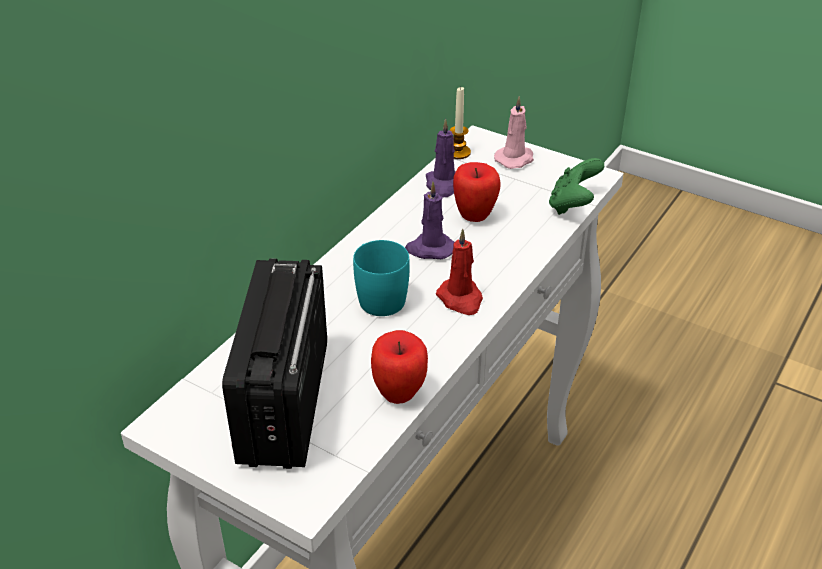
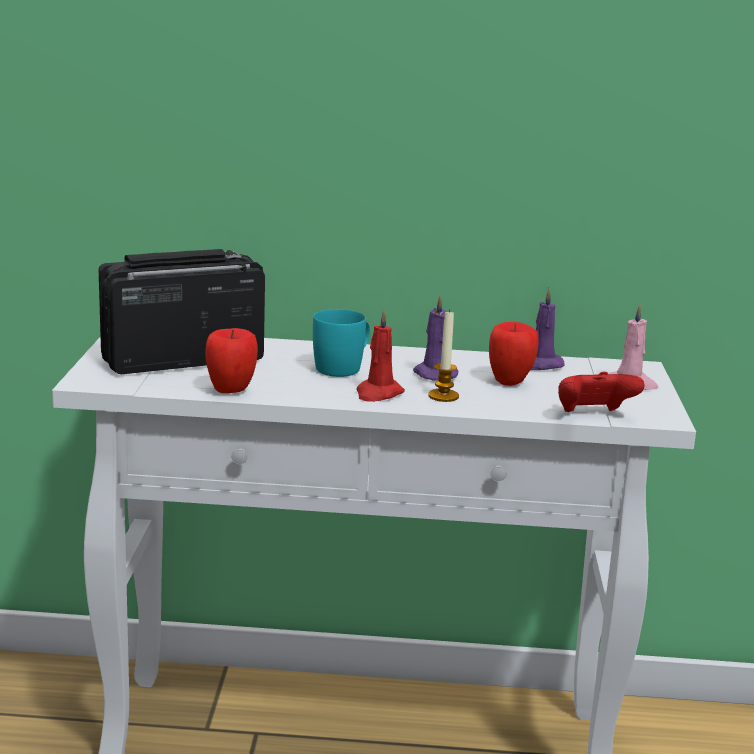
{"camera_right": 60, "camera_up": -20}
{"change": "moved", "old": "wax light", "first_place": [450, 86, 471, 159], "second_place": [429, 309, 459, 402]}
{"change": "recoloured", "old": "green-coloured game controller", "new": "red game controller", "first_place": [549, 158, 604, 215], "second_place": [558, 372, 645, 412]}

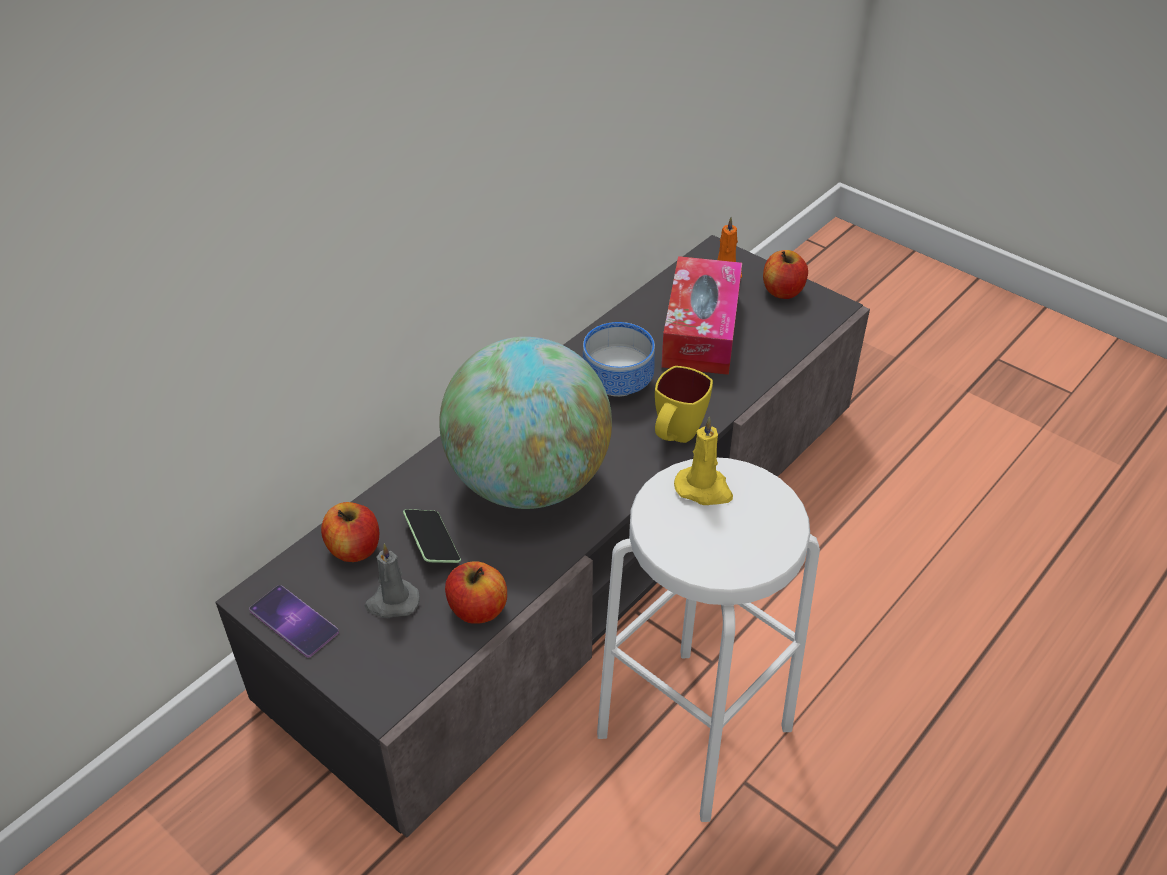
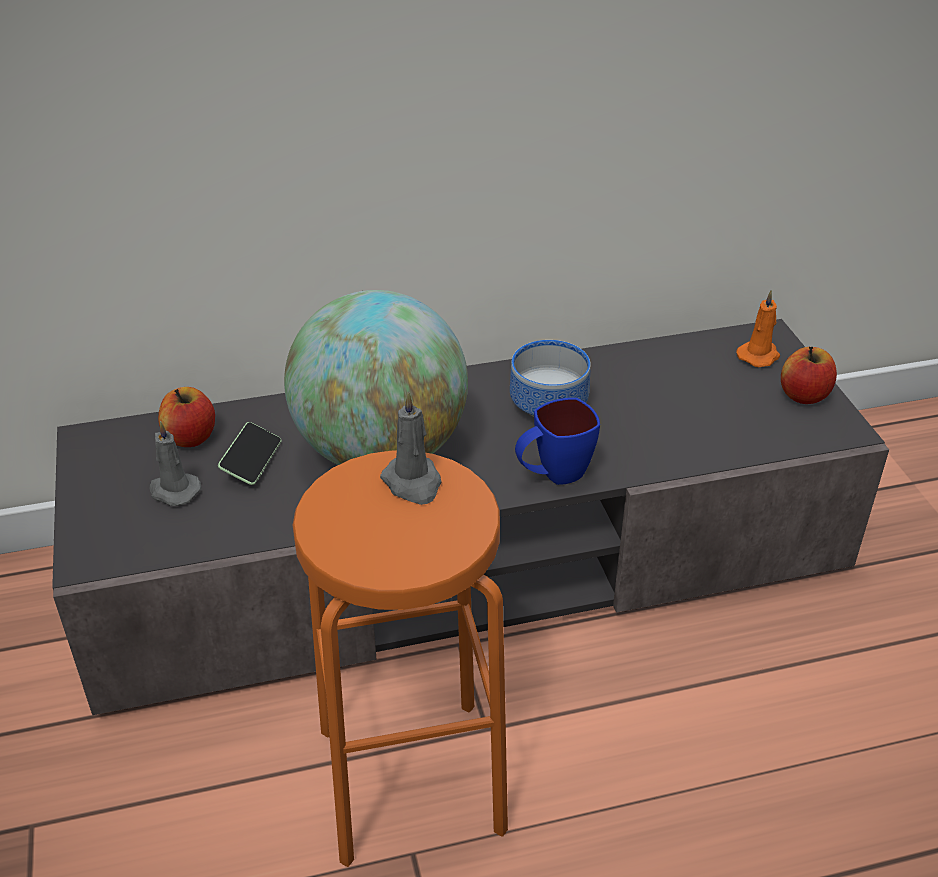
{"camera_right": 35, "camera_up": -5}
{"change": "removed", "old": "handset", "first_place": [249, 585, 339, 658]}
{"change": "removed", "old": "whole apple", "first_place": [445, 561, 507, 624]}
{"change": "recoloured", "old": "whitish sitting stool", "new": "orange sitting stool", "first_place": [597, 458, 820, 822], "second_place": [293, 451, 508, 867]}
{"change": "recoloured", "old": "yellow-coloured tea mug", "new": "blue tea mug", "first_place": [655, 366, 713, 443], "second_place": [515, 398, 600, 485]}
{"change": "removed", "old": "tissue holder", "first_place": [661, 256, 742, 375]}
{"change": "recoloured", "old": "yellow-coloured wax light", "new": "grey wax light", "first_place": [674, 417, 733, 505], "second_place": [380, 391, 441, 505]}

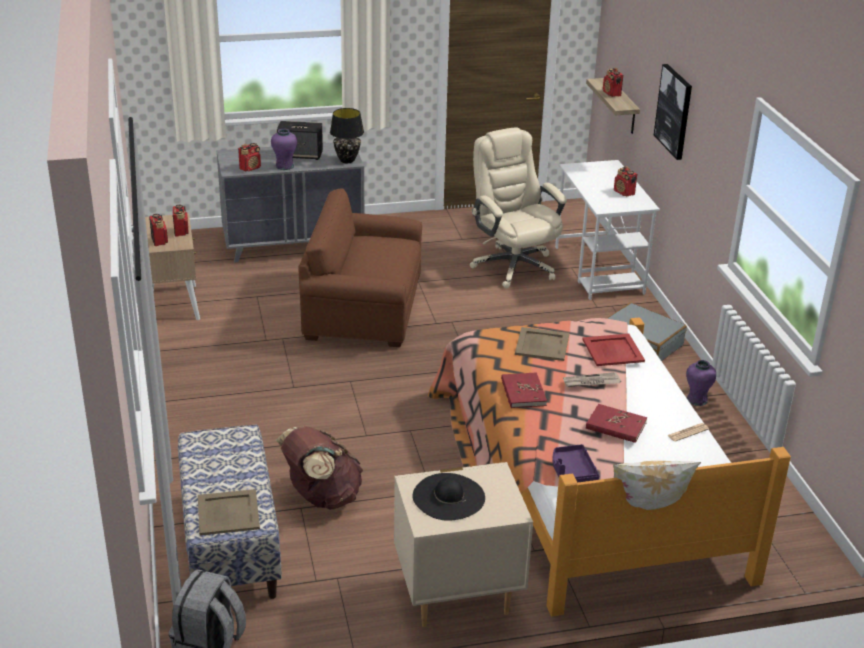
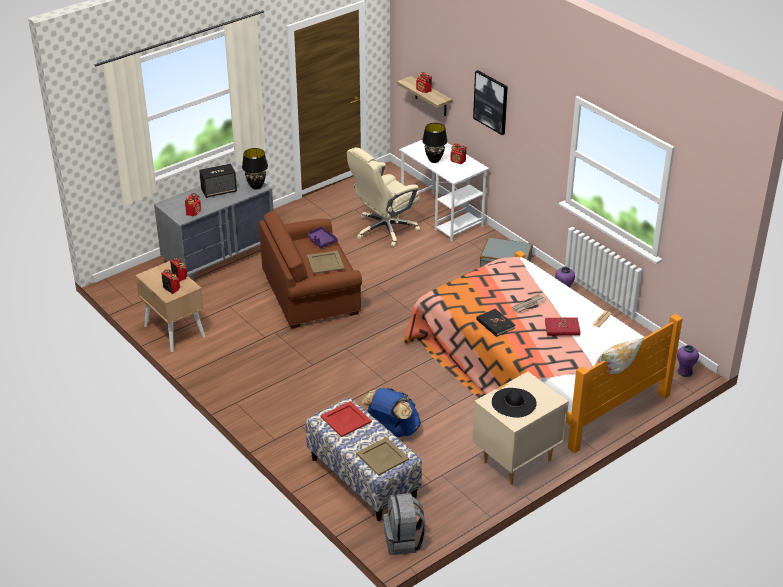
{"camera_right": -25, "camera_up": 5}
{"change": "moved", "old": "purple vase", "first_place": [271, 129, 297, 170], "second_place": [677, 345, 699, 377]}
{"change": "recoloured", "old": "brownish knapsack", "new": "blue knapsack", "first_place": [276, 426, 363, 510], "second_place": [362, 388, 421, 437]}
{"change": "turned", "old": "beige computer chair", "first_place": [470, 128, 567, 289], "second_place": [347, 147, 420, 247], "degrees": -75}
{"change": "recoloured", "old": "red bound book", "new": "black bound book", "first_place": [501, 372, 547, 408], "second_place": [476, 309, 515, 337]}
{"change": "moved", "old": "beige carrying tray", "first_place": [515, 327, 569, 361], "second_place": [307, 250, 345, 274]}
{"change": "moved", "old": "purple carrying tray", "first_place": [552, 444, 600, 482], "second_place": [308, 226, 338, 248]}
{"change": "moved", "old": "red carrying tray", "first_place": [582, 334, 645, 366], "second_place": [320, 401, 372, 437]}
{"change": "added", "new": "black tabletop lamp", "second_place": [422, 123, 447, 163]}

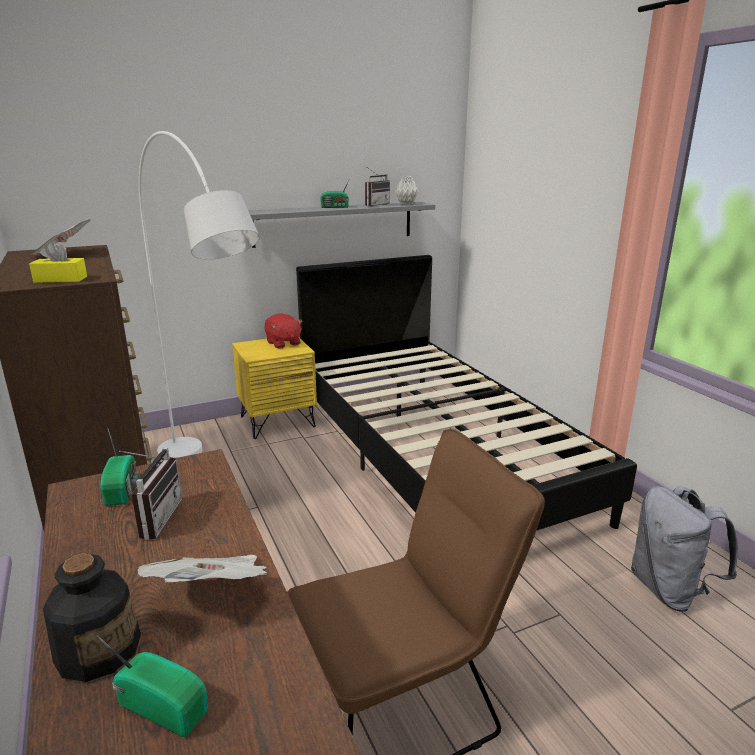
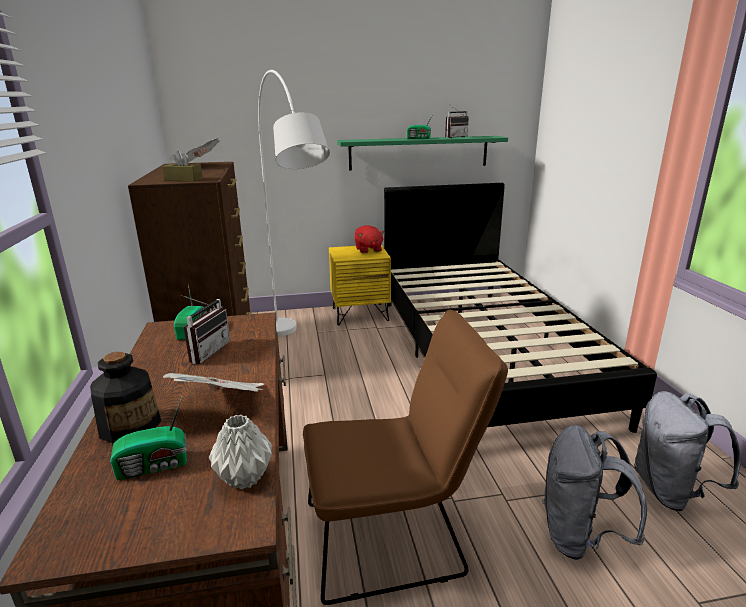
{"camera_right": 15, "camera_up": 0}
{"change": "recoloured", "old": "yellow-coloured tissue holder", "new": "brownish tissue holder", "first_place": [29, 242, 87, 283], "second_place": [162, 151, 203, 181]}
{"change": "turned", "old": "radio receiver", "first_place": [96, 635, 208, 737], "second_place": [110, 395, 187, 480], "degrees": 120}
{"change": "recoloured", "old": "grey bracket shelf", "new": "green-coloured bracket shelf", "first_place": [248, 202, 435, 248], "second_place": [337, 136, 508, 171]}
{"change": "moved", "old": "grey vase", "first_place": [395, 176, 418, 205], "second_place": [209, 415, 272, 490]}
{"change": "added", "new": "grey knapsack", "second_place": [542, 425, 647, 560]}

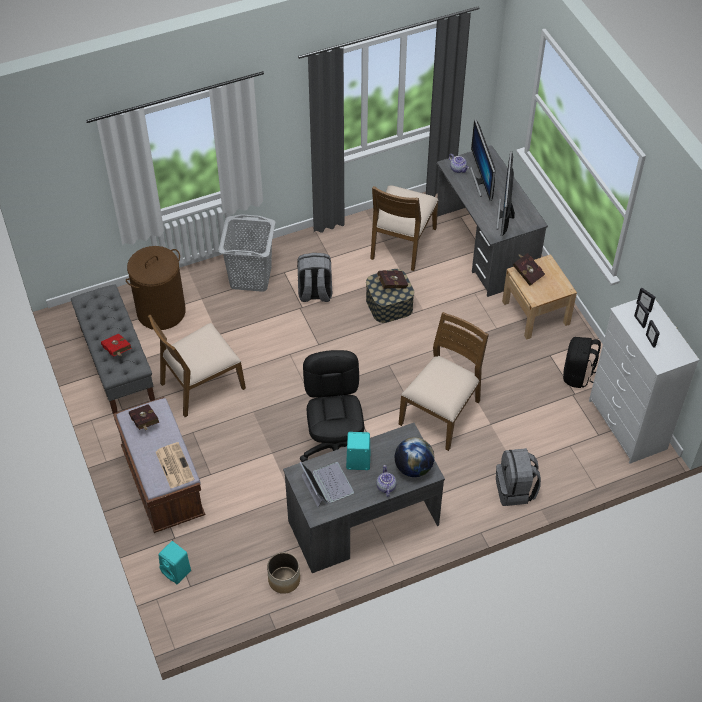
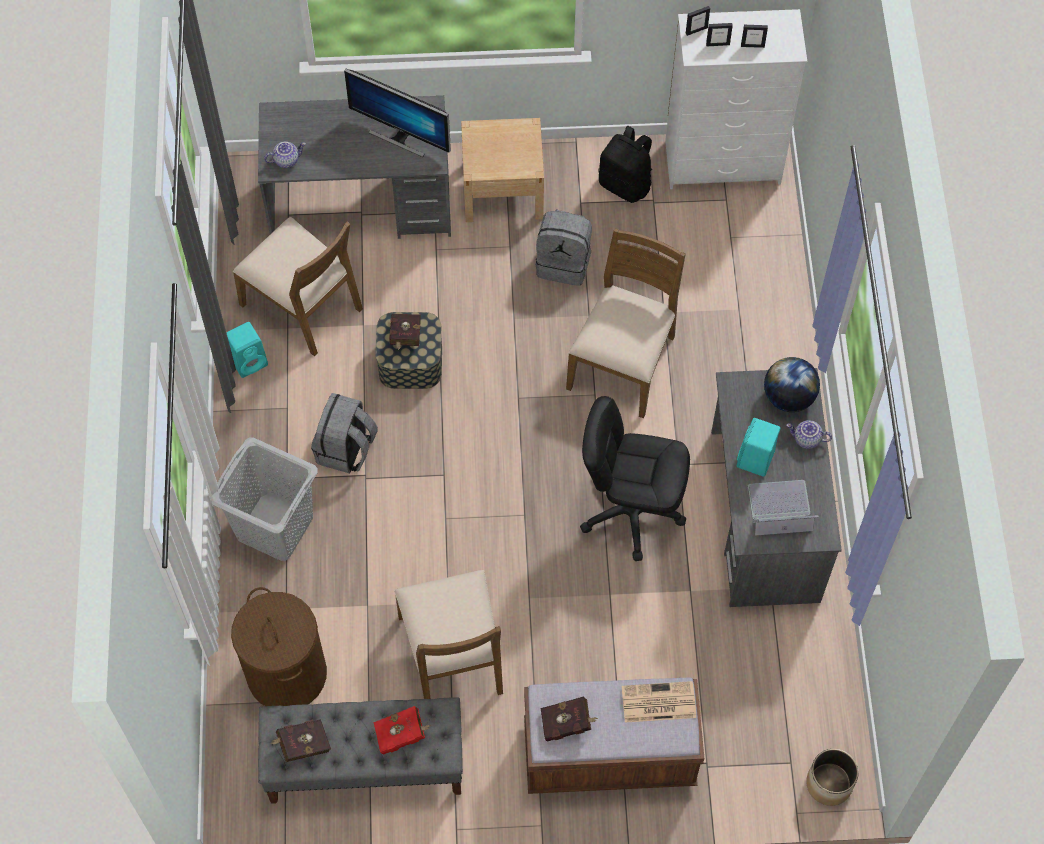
{"camera_right": -70, "camera_up": 10}
{"change": "moved", "old": "turquoise-coloured audio speaker", "first_place": [158, 541, 191, 584], "second_place": [226, 322, 268, 378]}
{"change": "moved", "old": "plant pot", "first_place": [267, 552, 300, 594], "second_place": [806, 749, 858, 806]}
{"change": "turned", "old": "brownish plain chair", "first_place": [399, 312, 489, 451], "second_place": [566, 228, 686, 418], "degrees": 60}
{"change": "removed", "old": "computer screen", "first_place": [470, 119, 495, 201]}
{"change": "moved", "old": "grey knapsack", "first_place": [496, 448, 541, 506], "second_place": [536, 210, 592, 286]}
{"change": "moved", "old": "red bound book", "first_place": [513, 253, 545, 286], "second_place": [271, 719, 331, 762]}

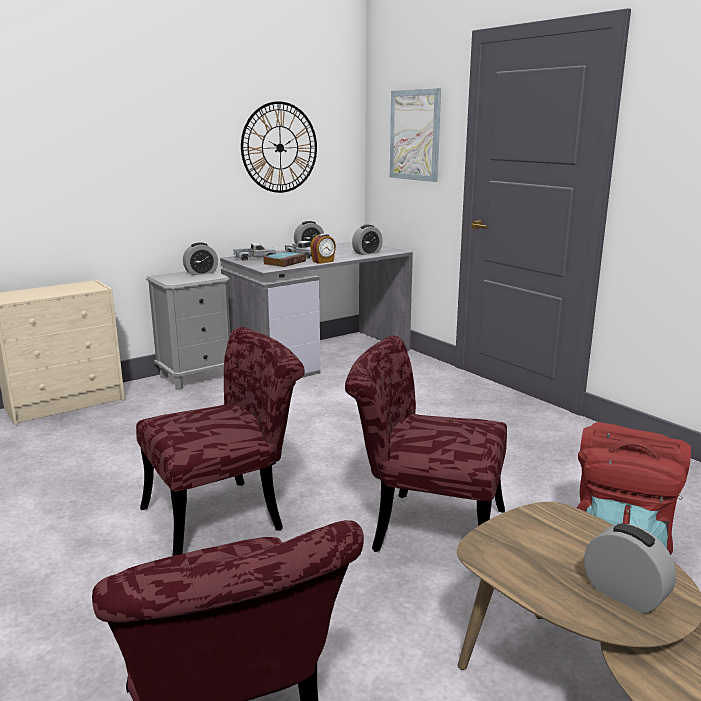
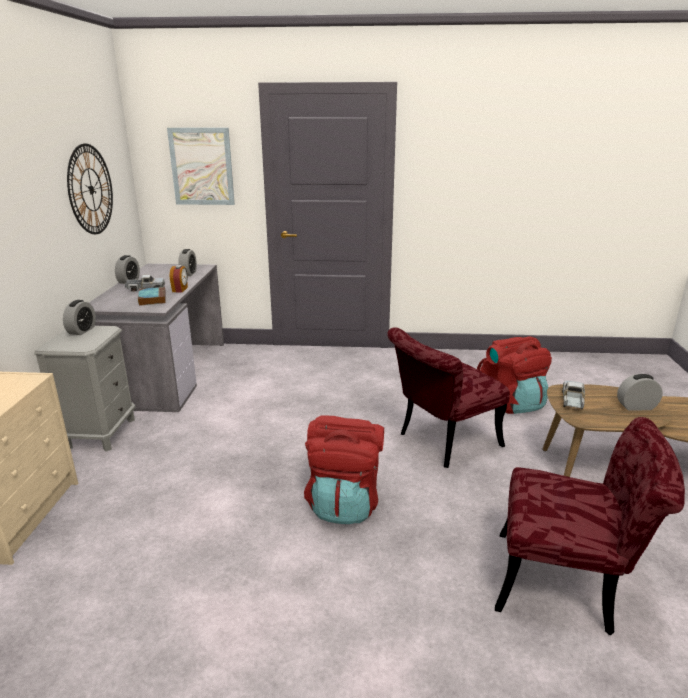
{"camera_right": -50, "camera_up": 5}
{"change": "replaced", "old": "red plain chair", "new": "red knapsack", "first_place": [136, 327, 305, 556], "second_place": [304, 415, 384, 524]}
{"change": "moved", "old": "toy lorry", "first_place": [234, 243, 276, 261], "second_place": [562, 381, 585, 409]}

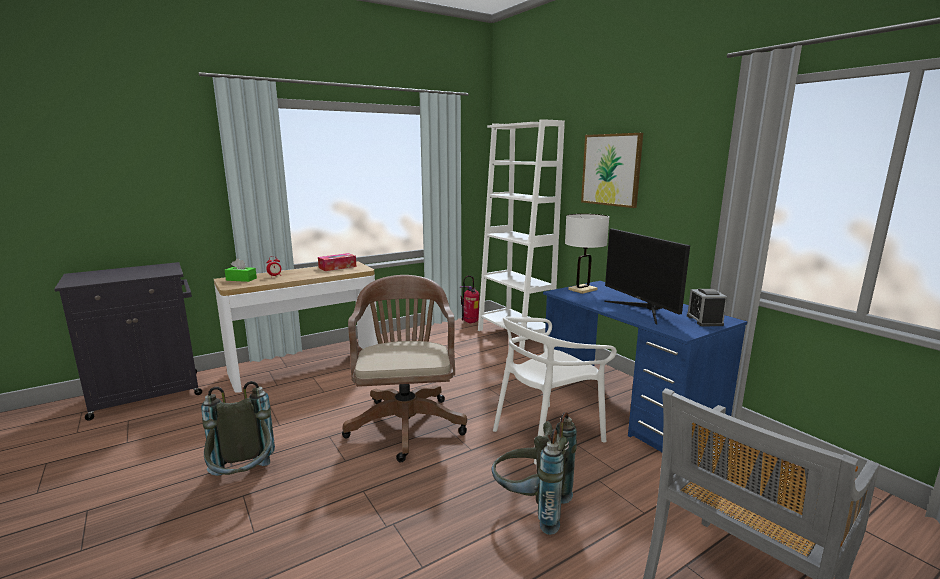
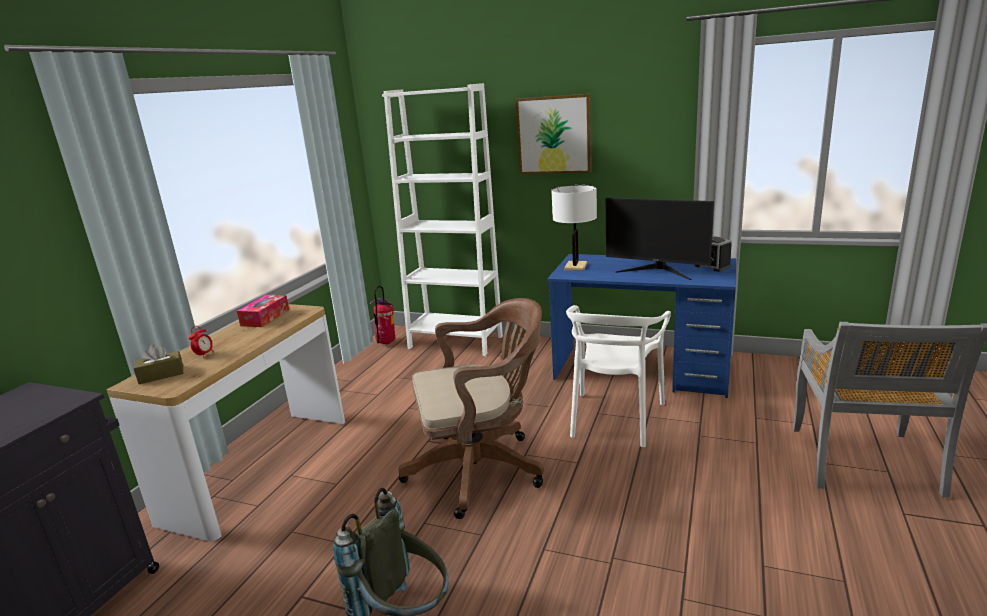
{"camera_right": -35, "camera_up": 5}
{"change": "recoloured", "old": "green-coloured tissue holder", "new": "brownish tissue holder", "first_place": [225, 259, 257, 282], "second_place": [134, 344, 183, 384]}
{"change": "turned", "old": "brownish computer chair", "first_place": [342, 275, 467, 462], "second_place": [398, 298, 544, 519], "degrees": 120}
{"change": "removed", "old": "grey knapsack", "first_place": [491, 412, 577, 535]}

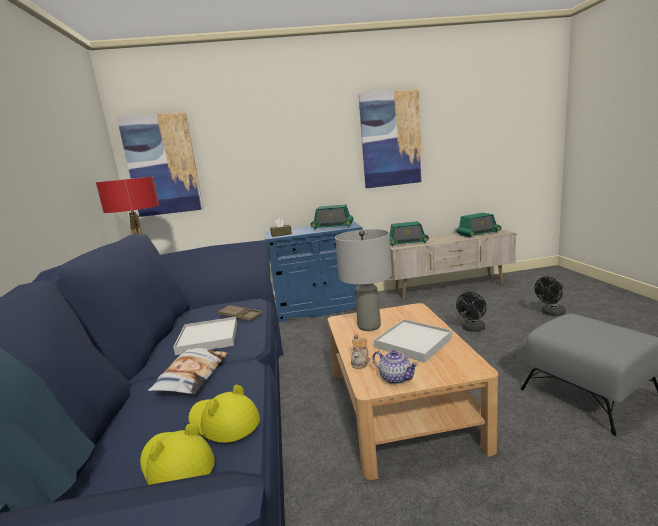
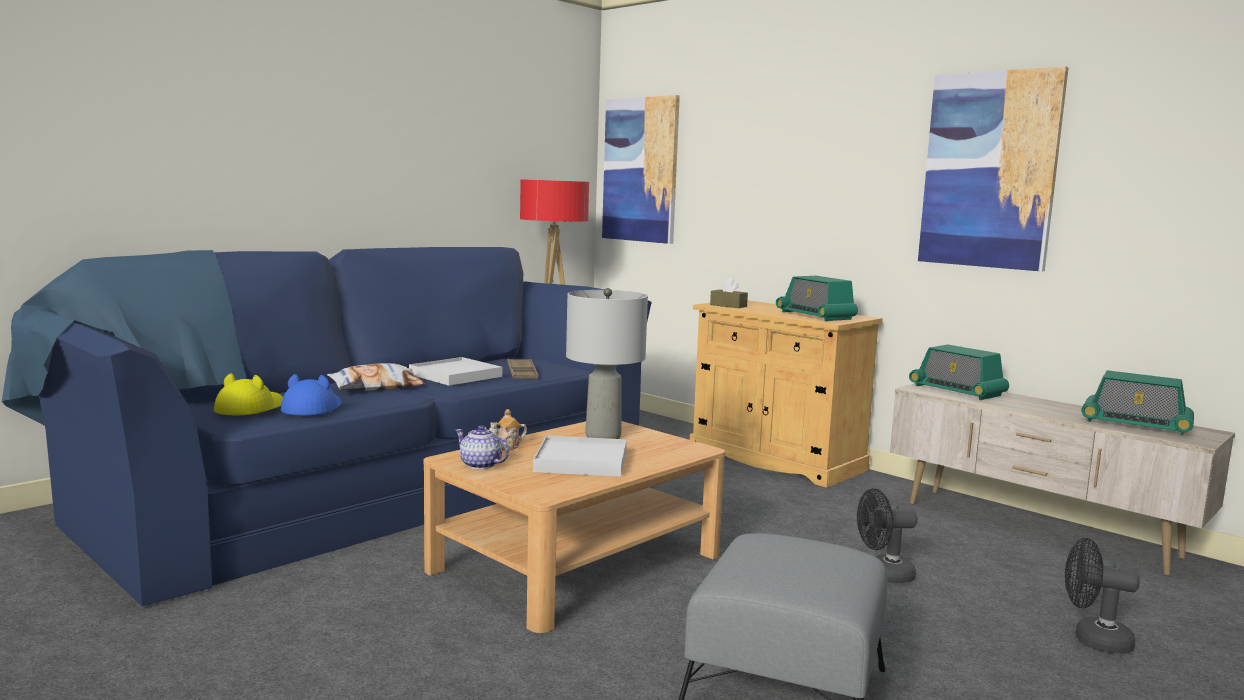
{"camera_right": 50, "camera_up": -5}
{"change": "recoloured", "old": "yellow-coloured clothing hat", "new": "blue clothing hat", "first_place": [188, 385, 260, 443], "second_place": [281, 374, 342, 415]}
{"change": "recoloured", "old": "blue storage cabinet", "new": "beige storage cabinet", "first_place": [265, 221, 363, 322], "second_place": [690, 300, 883, 488]}
{"change": "turned", "old": "tea pot", "first_place": [372, 350, 418, 384], "second_place": [455, 425, 509, 469], "degrees": 120}

